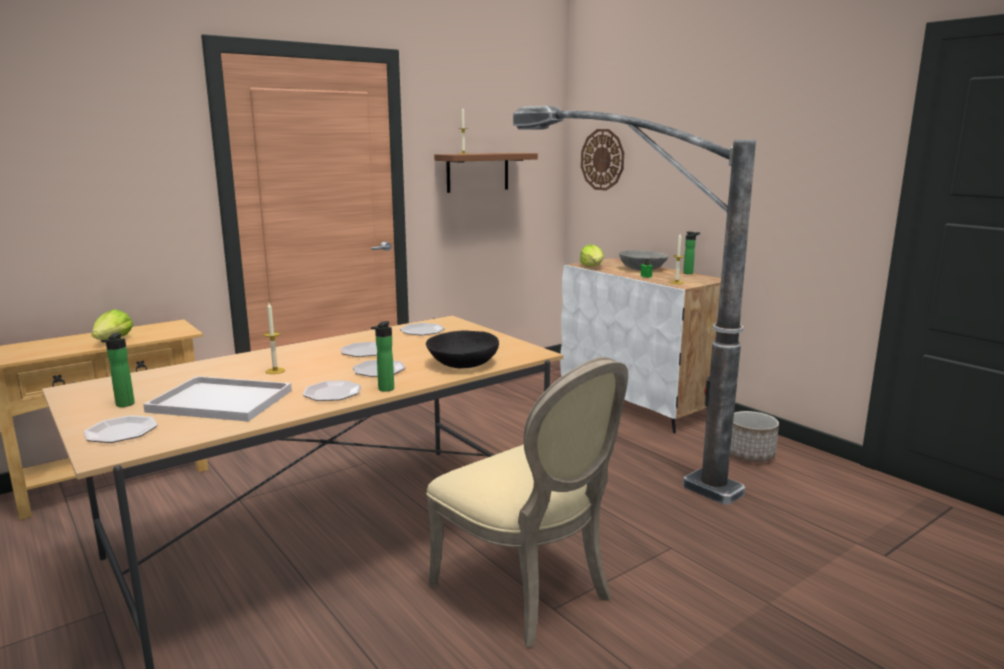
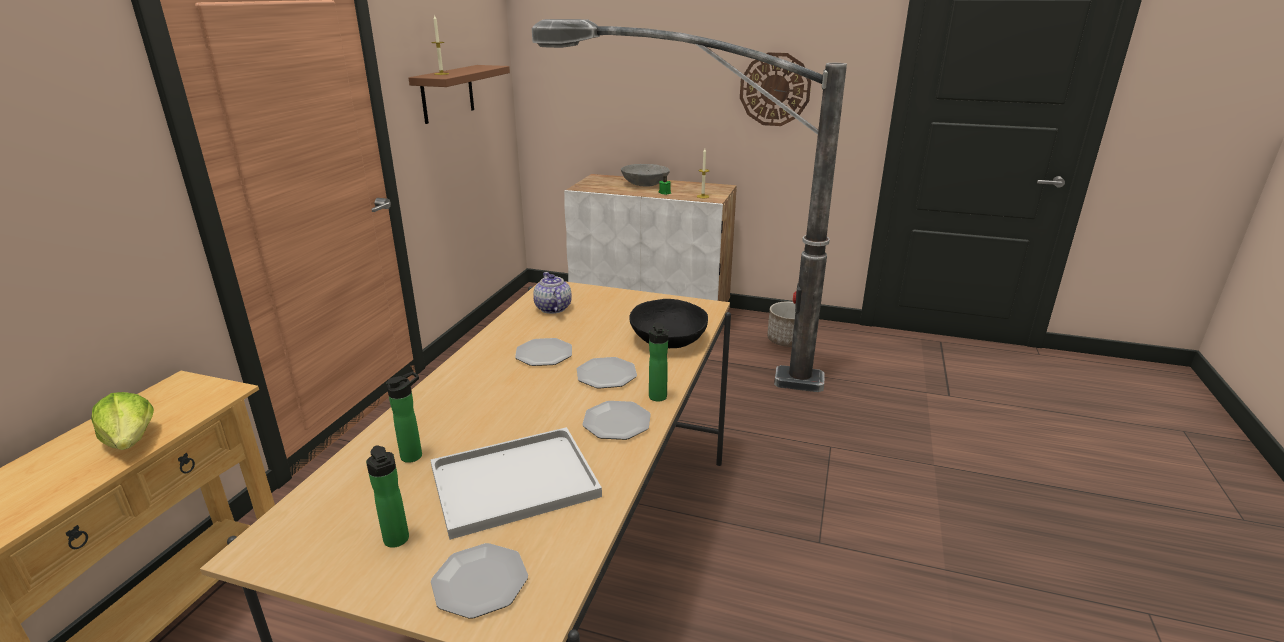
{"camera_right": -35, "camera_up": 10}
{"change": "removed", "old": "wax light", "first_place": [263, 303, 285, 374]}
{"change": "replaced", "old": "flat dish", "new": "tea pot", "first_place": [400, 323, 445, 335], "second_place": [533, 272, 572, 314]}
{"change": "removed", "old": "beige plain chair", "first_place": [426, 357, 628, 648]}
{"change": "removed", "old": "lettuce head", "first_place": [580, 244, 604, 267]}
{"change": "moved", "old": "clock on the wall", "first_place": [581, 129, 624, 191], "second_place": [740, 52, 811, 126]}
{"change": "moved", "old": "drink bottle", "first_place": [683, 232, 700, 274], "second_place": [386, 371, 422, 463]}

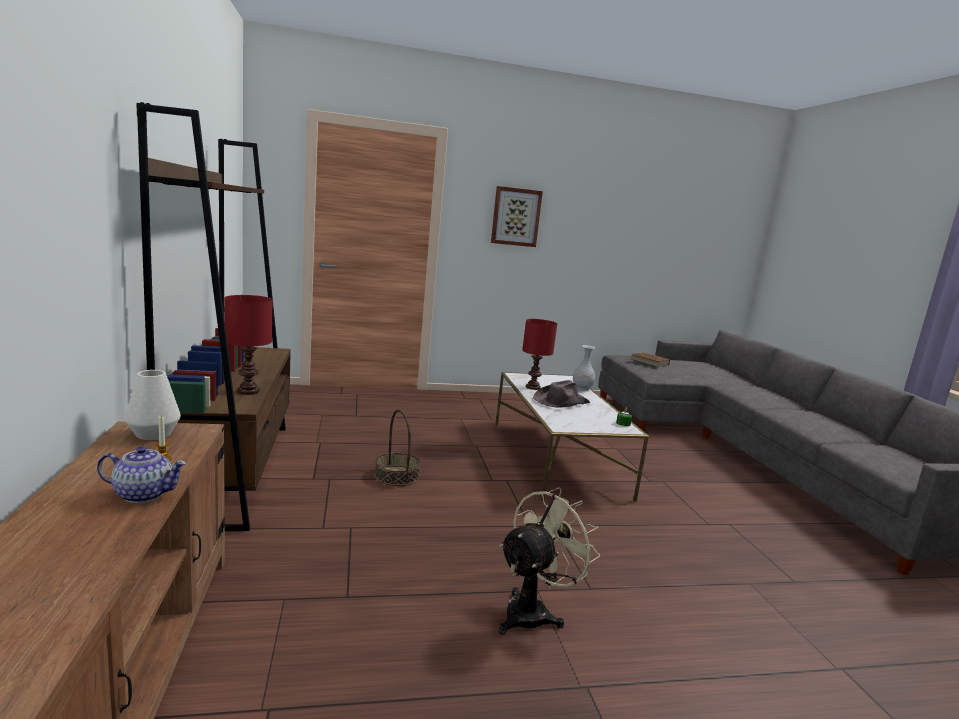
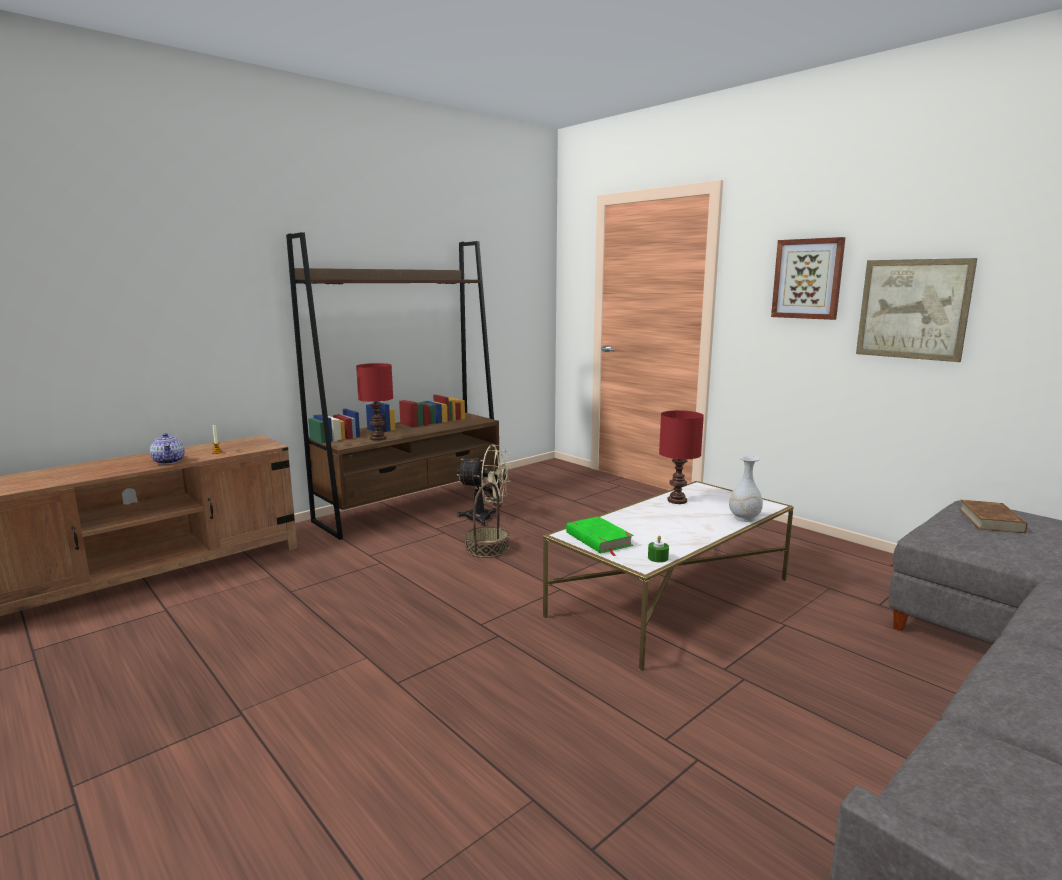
{"camera_right": 60, "camera_up": 0}
{"change": "removed", "old": "whitish vase", "first_place": [125, 370, 181, 440]}
{"change": "moved", "old": "beige cooling fan", "first_place": [499, 487, 600, 634], "second_place": [457, 445, 511, 526]}
{"change": "removed", "old": "brownish clothing hat", "first_place": [533, 380, 590, 408]}
{"change": "added", "new": "green-coloured bound book", "second_place": [566, 516, 634, 556]}
{"change": "added", "new": "wall picture", "second_place": [856, 258, 977, 362]}

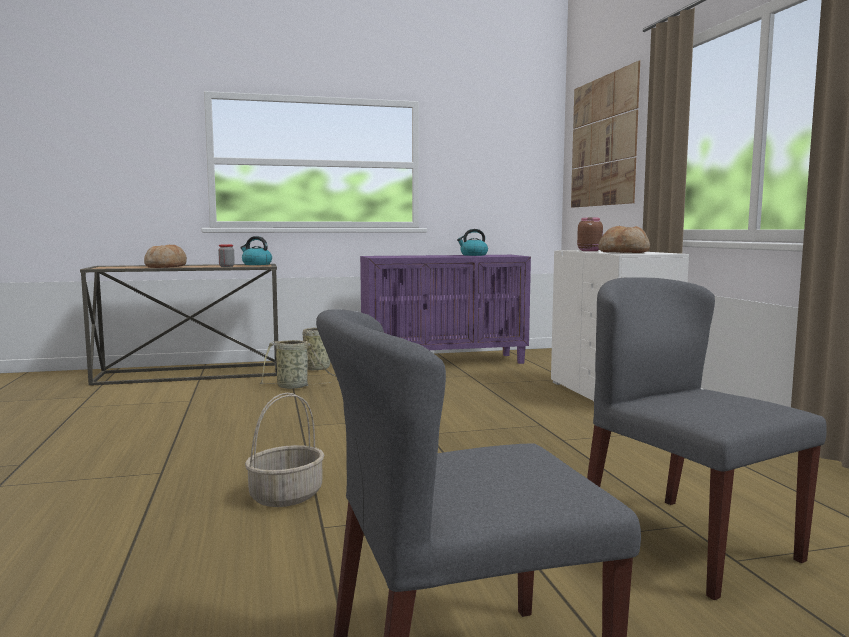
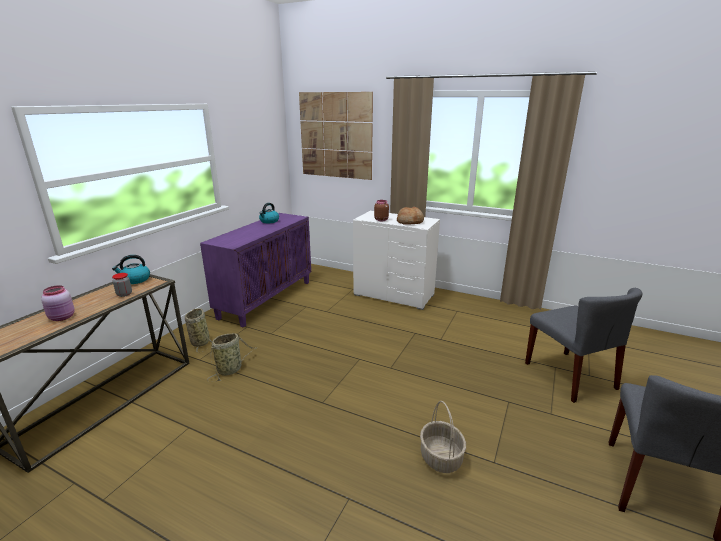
{"camera_right": -50, "camera_up": 15}
{"change": "replaced", "old": "baked bread", "new": "pink preserve jar", "first_place": [144, 245, 187, 268], "second_place": [41, 285, 75, 321]}
{"change": "turned", "old": "grey plain chair", "first_place": [587, 277, 827, 600], "second_place": [525, 288, 642, 403], "degrees": -120}

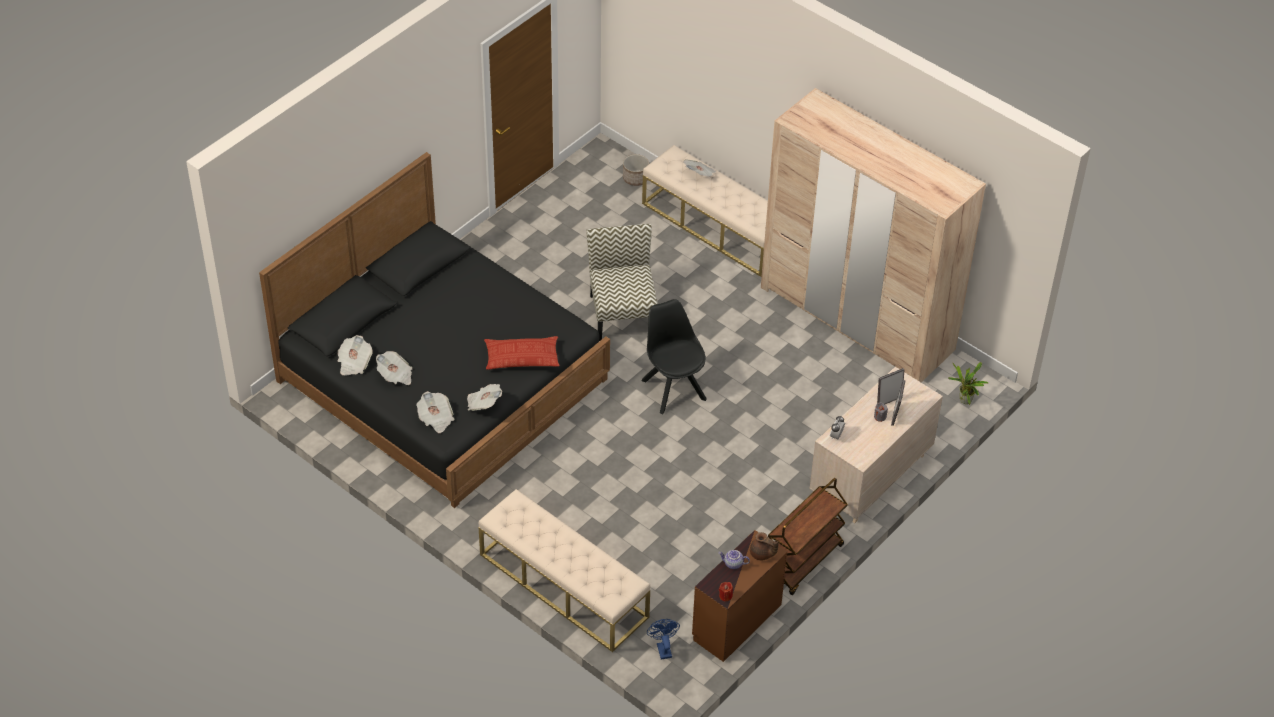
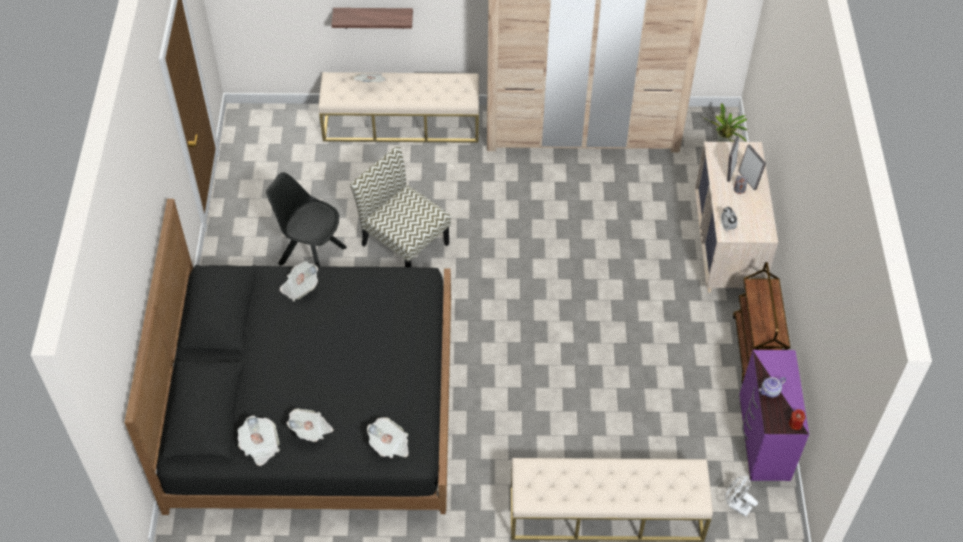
{"camera_right": -40, "camera_up": 5}
{"change": "moved", "old": "newspaper", "first_place": [467, 384, 502, 411], "second_place": [280, 261, 318, 301]}
{"change": "removed", "old": "cushion", "first_place": [484, 336, 559, 370]}
{"change": "removed", "old": "plant pot", "first_place": [623, 154, 649, 186]}
{"change": "moved", "old": "black plain chair", "first_place": [642, 299, 707, 414], "second_place": [266, 172, 347, 267]}
{"change": "recoloured", "old": "blue cooling fan", "new": "whitish cooling fan", "first_place": [647, 619, 680, 659], "second_place": [726, 476, 758, 517]}
{"change": "recoloured", "old": "brownish dresser", "new": "purple dresser", "first_place": [692, 530, 787, 662], "second_place": [739, 350, 809, 481]}
{"change": "removed", "old": "brownish tea pot", "first_place": [750, 532, 779, 560]}
{"change": "added", "new": "bracket shelf", "second_place": [331, 8, 413, 29]}

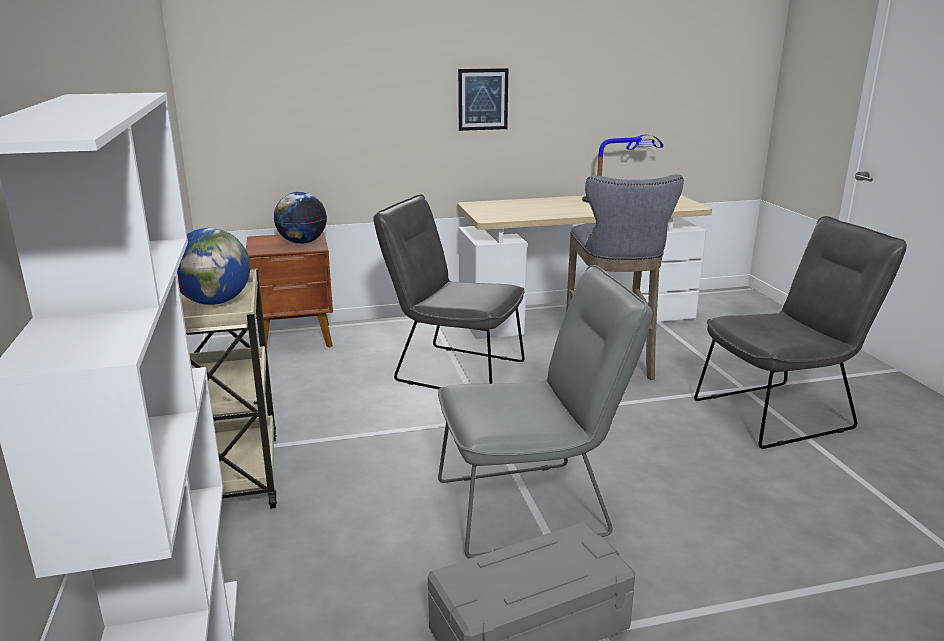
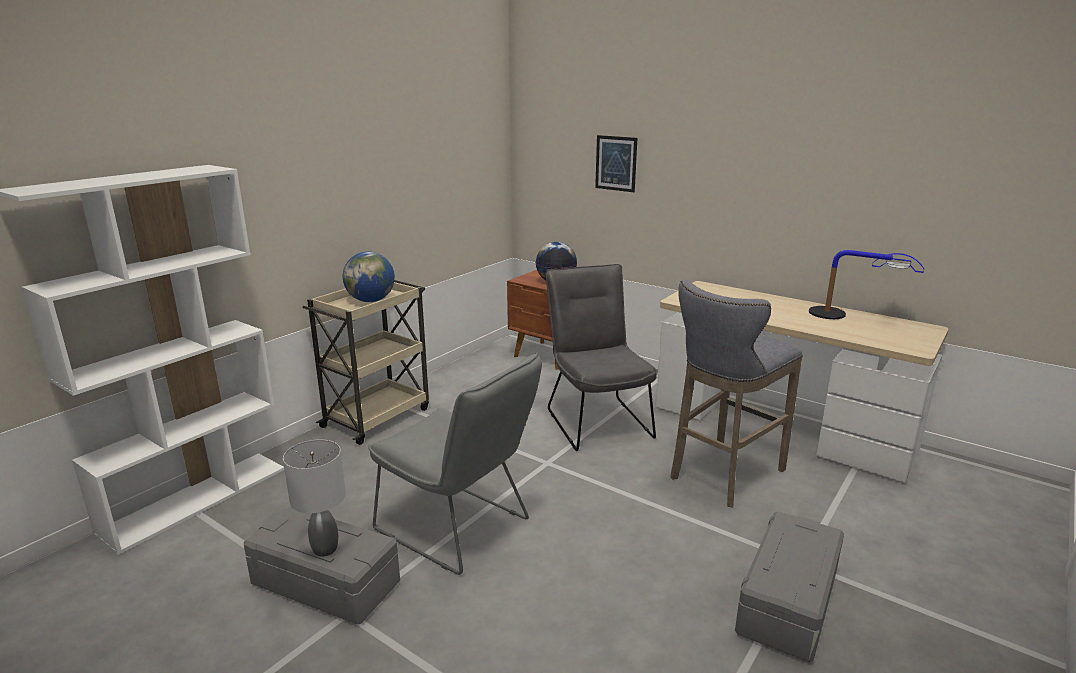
{"camera_right": 50, "camera_up": 0}
{"change": "moved", "old": "wall picture", "first_place": [458, 68, 508, 131], "second_place": [595, 135, 637, 192]}
{"change": "replaced", "old": "grey plain chair", "new": "grey storage container", "first_place": [694, 216, 907, 449], "second_place": [735, 511, 844, 662]}
{"change": "added", "new": "grey tabletop lamp", "second_place": [283, 440, 346, 556]}

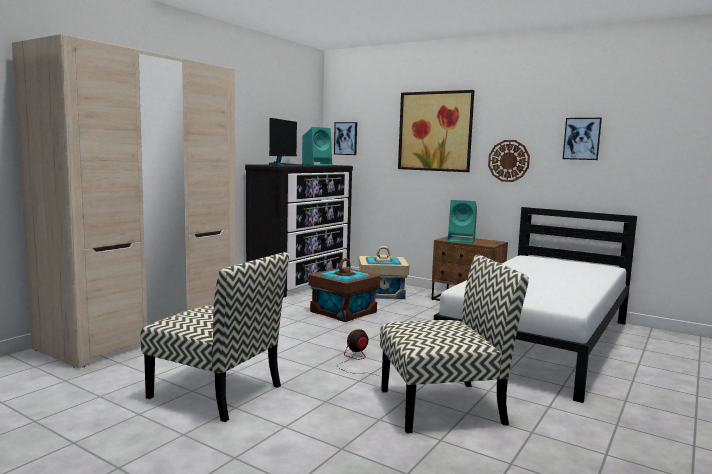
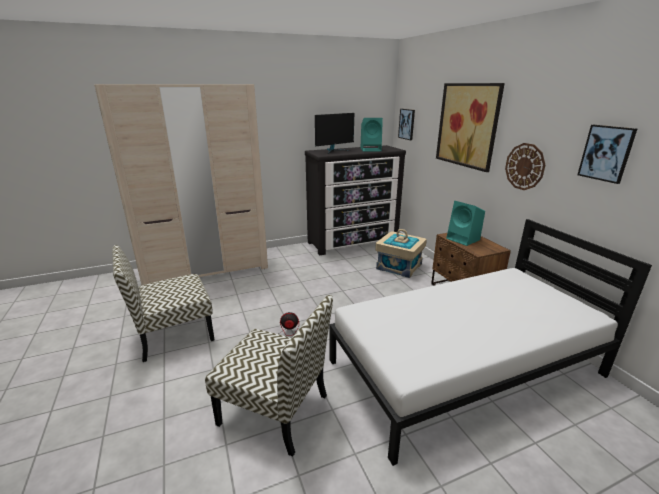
{"camera_right": 35, "camera_up": 15}
{"change": "turned", "old": "plain chair", "first_place": [141, 252, 289, 422], "second_place": [112, 245, 215, 362], "degrees": 90}
{"change": "removed", "old": "brownish storage container", "first_place": [309, 258, 380, 322]}

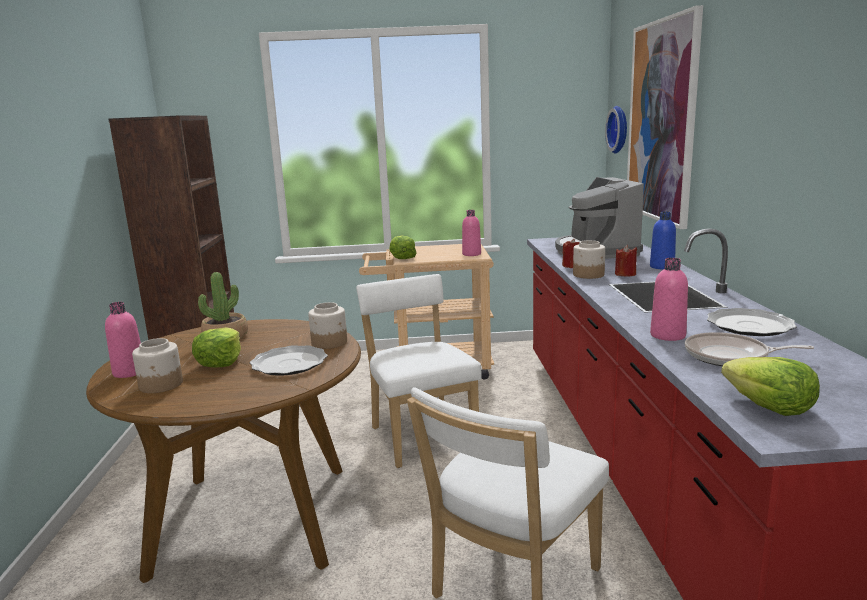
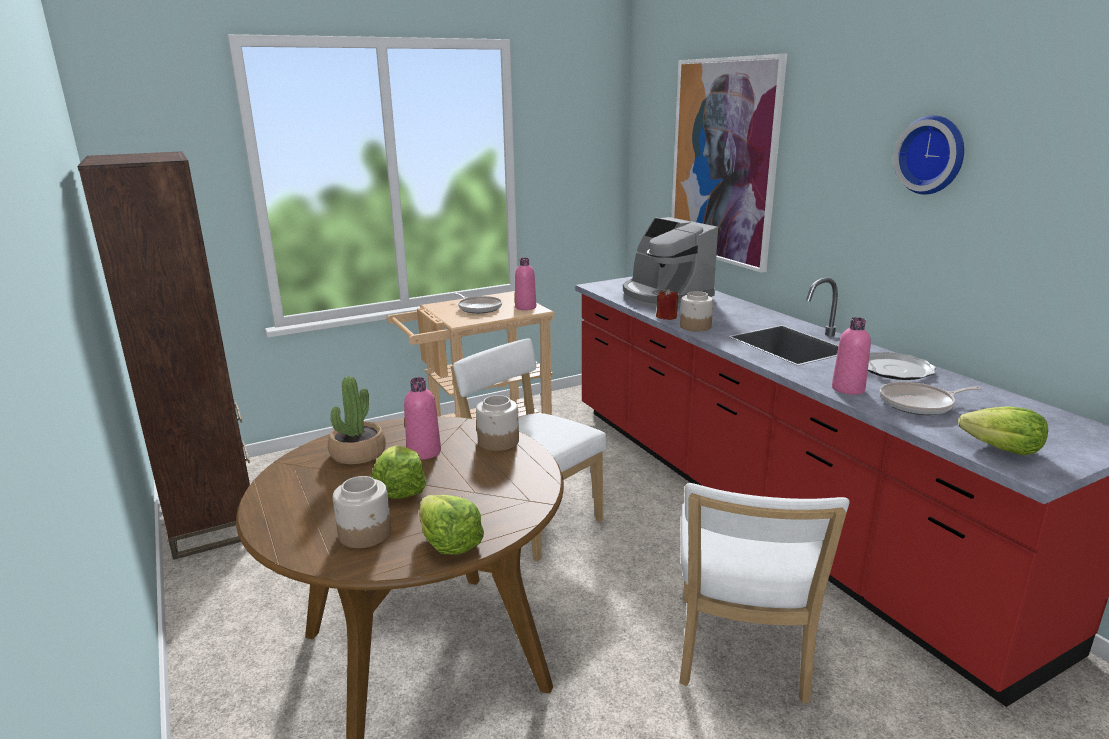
{"camera_right": -25, "camera_up": 5}
{"change": "moved", "old": "pink drink bottle", "first_place": [105, 302, 141, 378], "second_place": [404, 377, 441, 460]}
{"change": "removed", "old": "flat dish", "first_place": [250, 345, 328, 376]}
{"change": "moved", "old": "lettuce head", "first_place": [389, 236, 417, 259], "second_place": [419, 495, 484, 555]}
{"change": "moved", "old": "clock on the wall", "first_place": [605, 106, 627, 154], "second_place": [893, 115, 964, 194]}
{"change": "removed", "old": "red wax light", "first_place": [615, 245, 637, 276]}
{"change": "removed", "old": "blue drink bottle", "first_place": [650, 212, 676, 270]}
{"change": "added", "new": "frying pan", "second_place": [453, 292, 502, 313]}

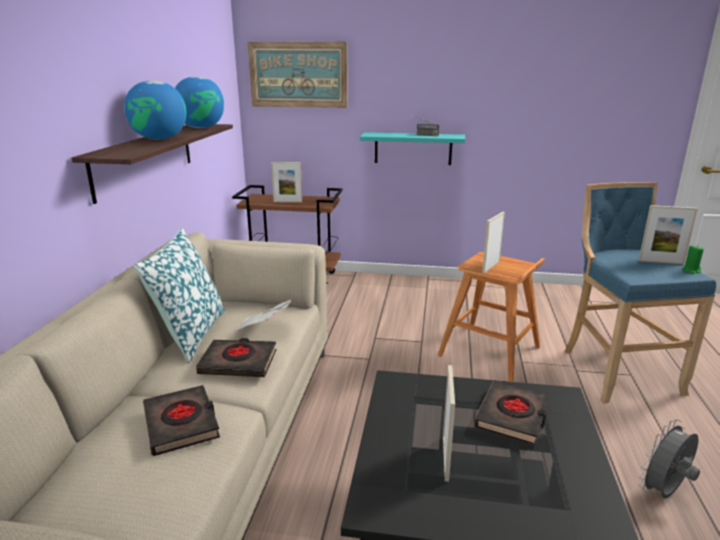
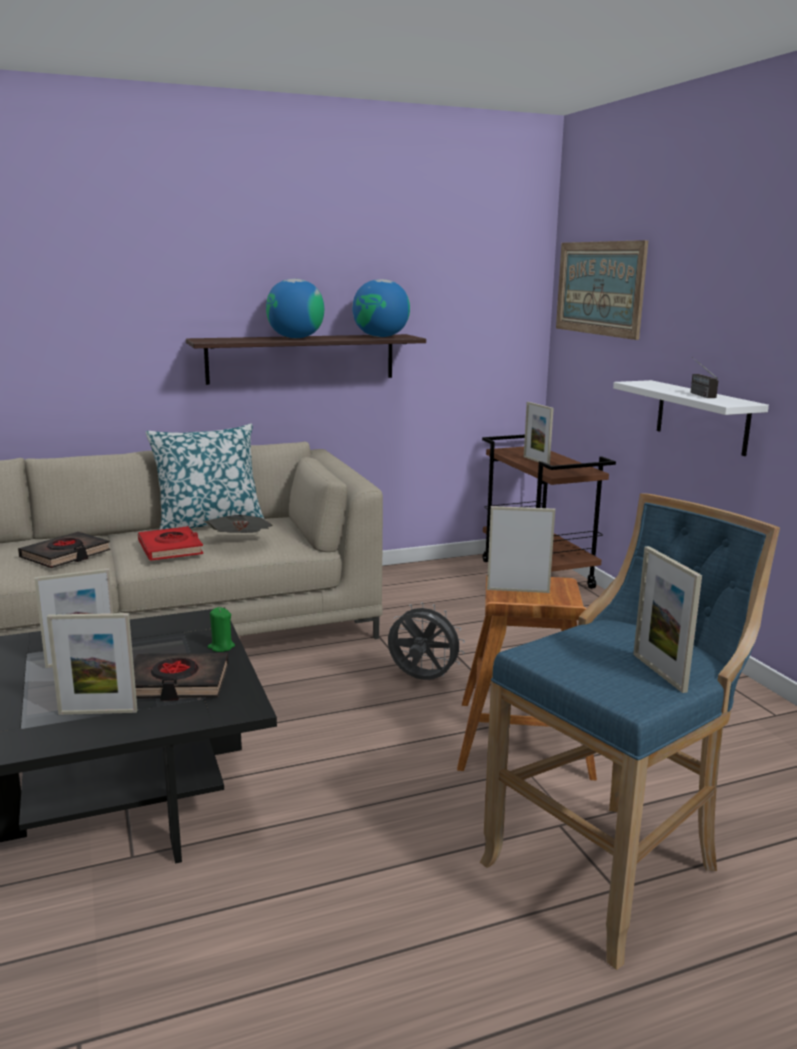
{"camera_right": 60, "camera_up": -5}
{"change": "recoloured", "old": "black bound book", "new": "red bound book", "first_place": [196, 338, 276, 377], "second_place": [138, 526, 203, 561]}
{"change": "recoloured", "old": "turquoise-coloured bracket shelf", "new": "whitish bracket shelf", "first_place": [360, 132, 465, 165], "second_place": [613, 380, 769, 456]}
{"change": "moved", "old": "grey cooling fan", "first_place": [638, 419, 700, 498], "second_place": [388, 602, 465, 680]}
{"change": "moved", "old": "green-coloured wax light", "first_place": [682, 245, 704, 274], "second_place": [207, 607, 235, 652]}
{"change": "added", "new": "photo frame", "second_place": [47, 613, 137, 715]}

